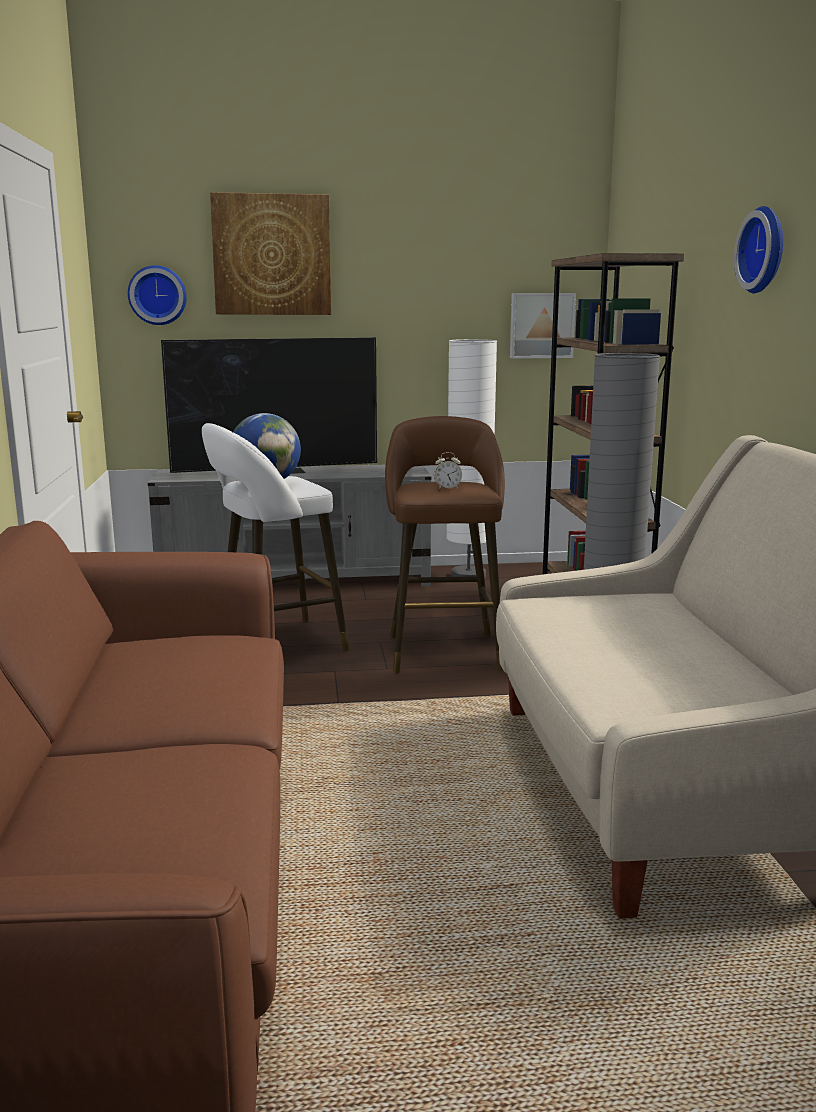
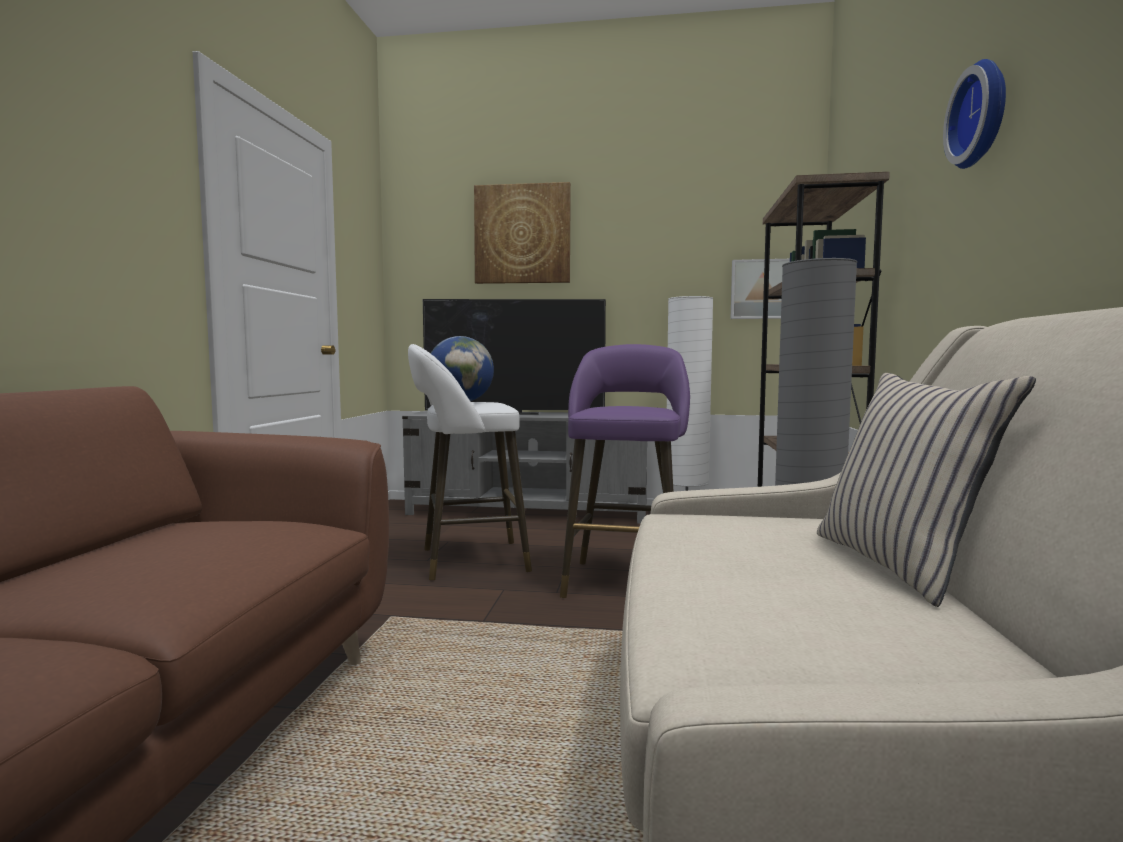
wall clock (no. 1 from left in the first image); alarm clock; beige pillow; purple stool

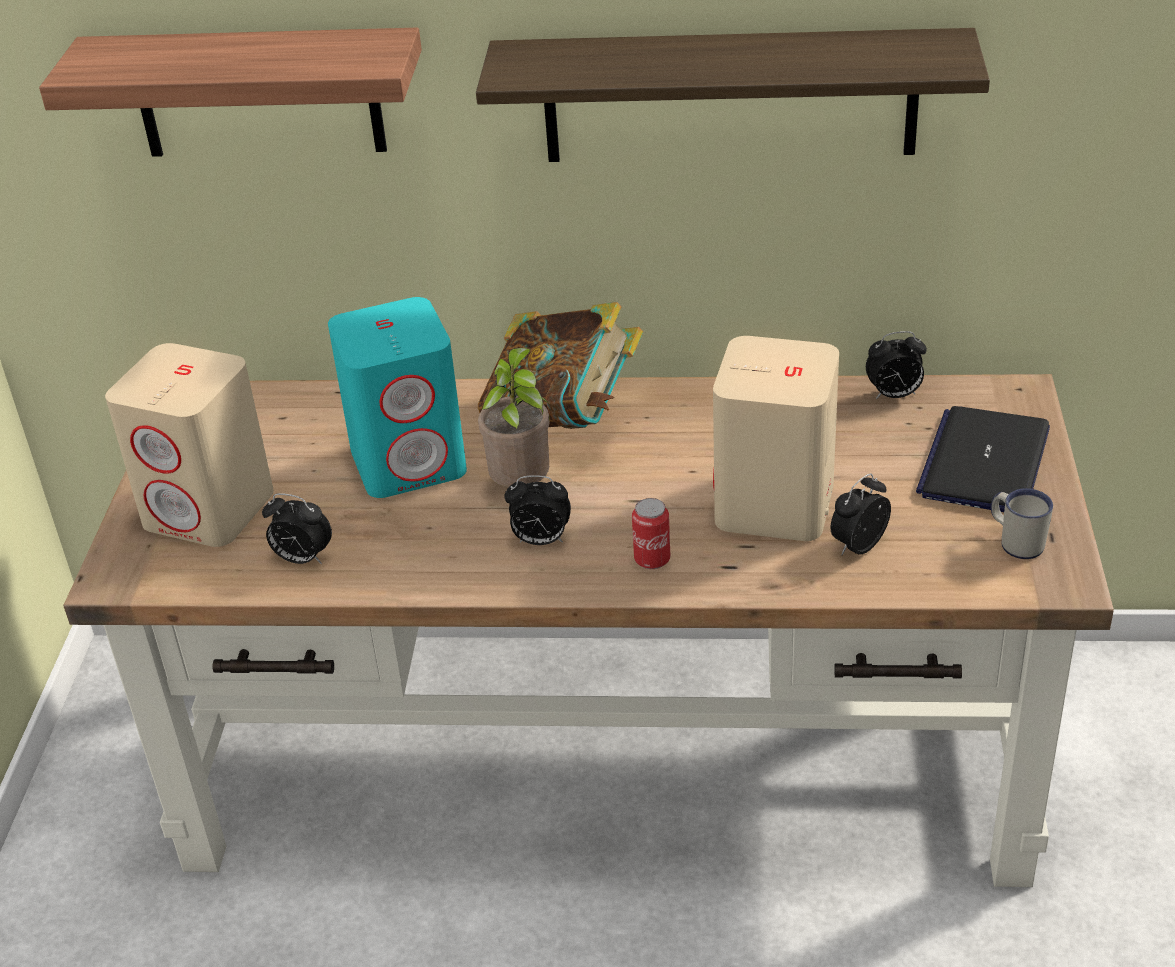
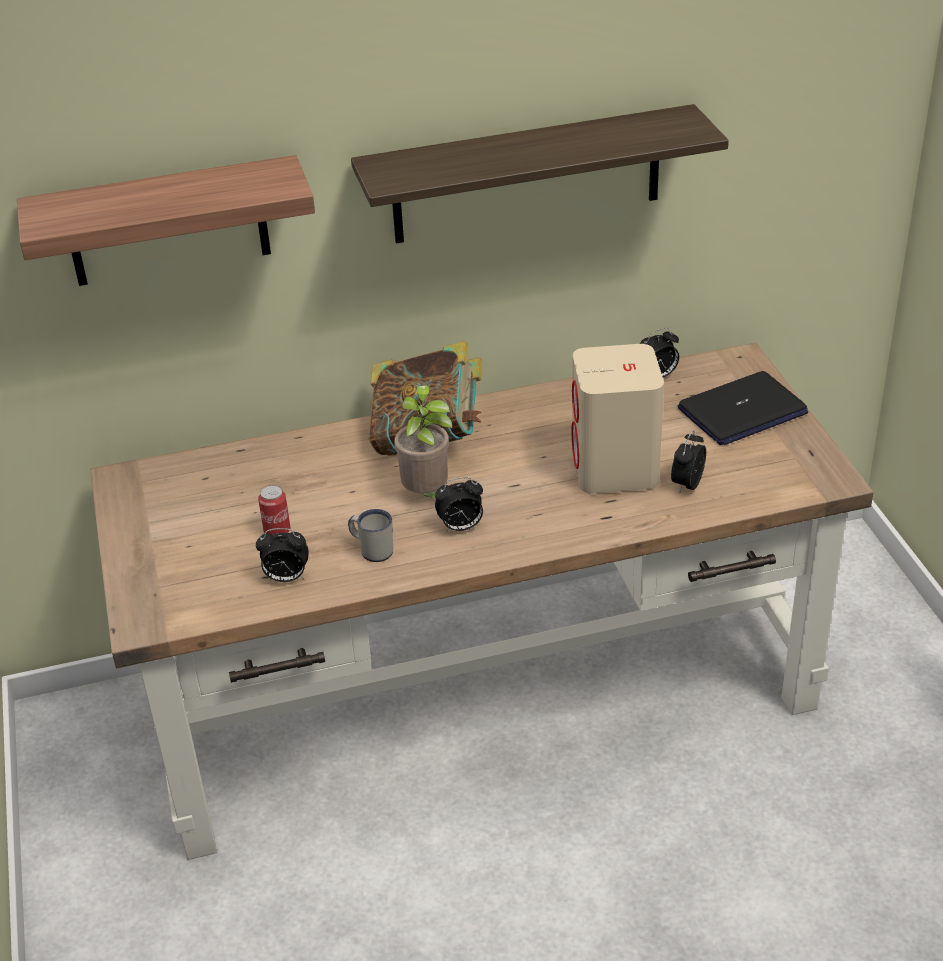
beige speaker (no. 1 from left in the first image); turquoise speaker; can; white mug; laptop

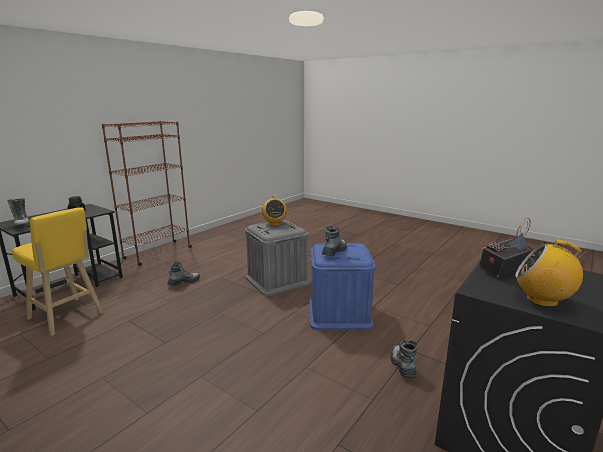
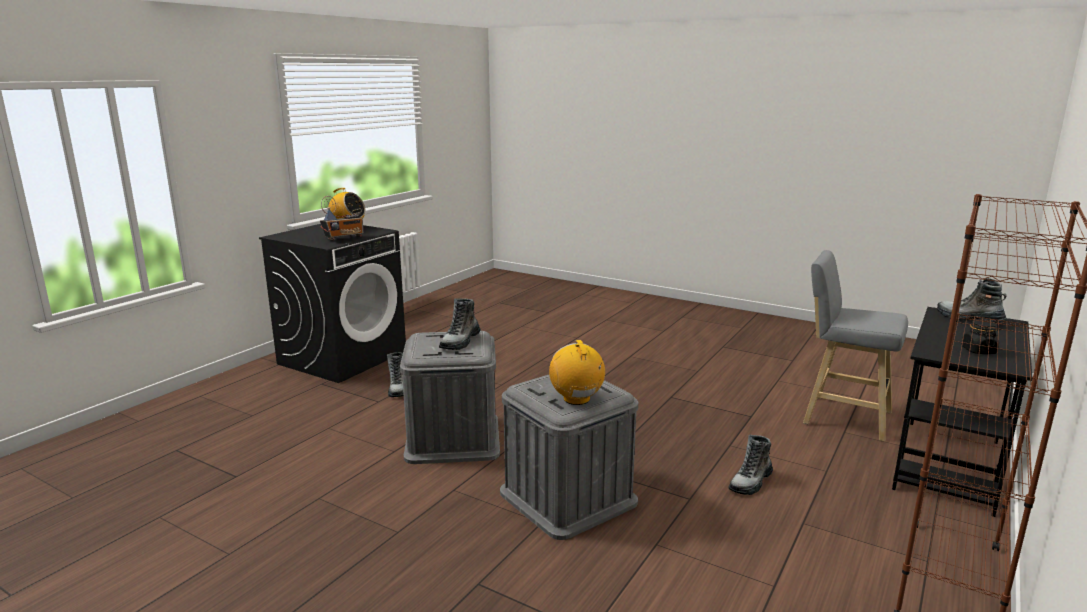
grey stool; grey storage box (no. 1 from left)

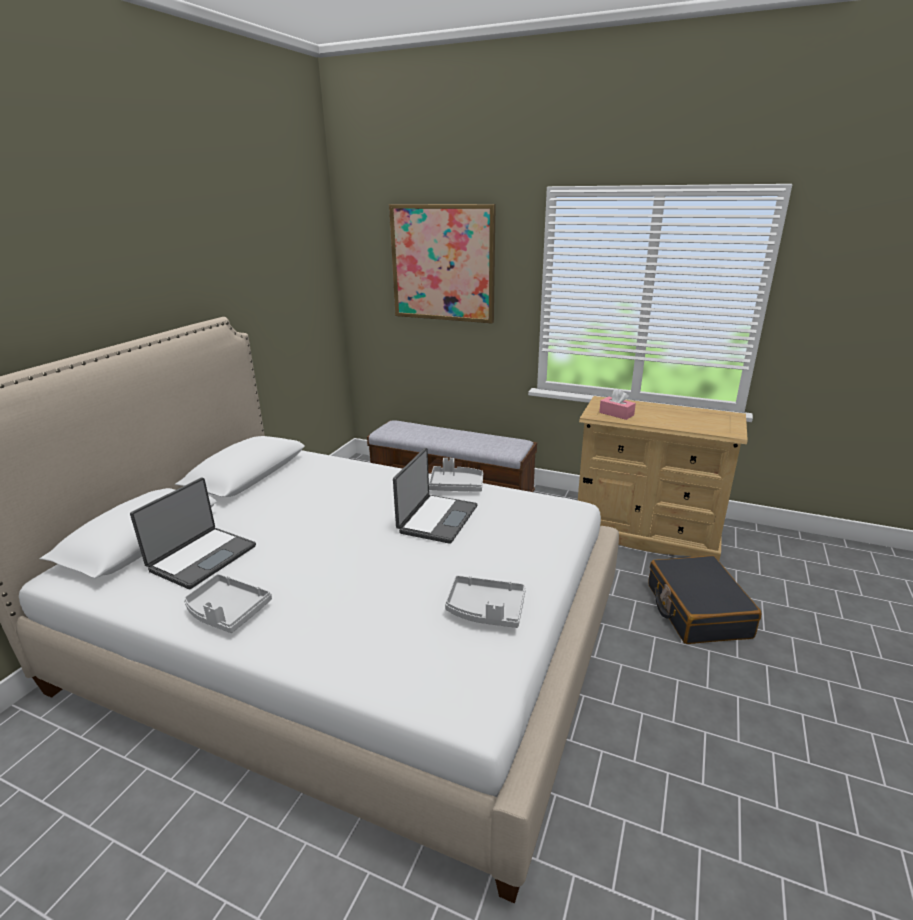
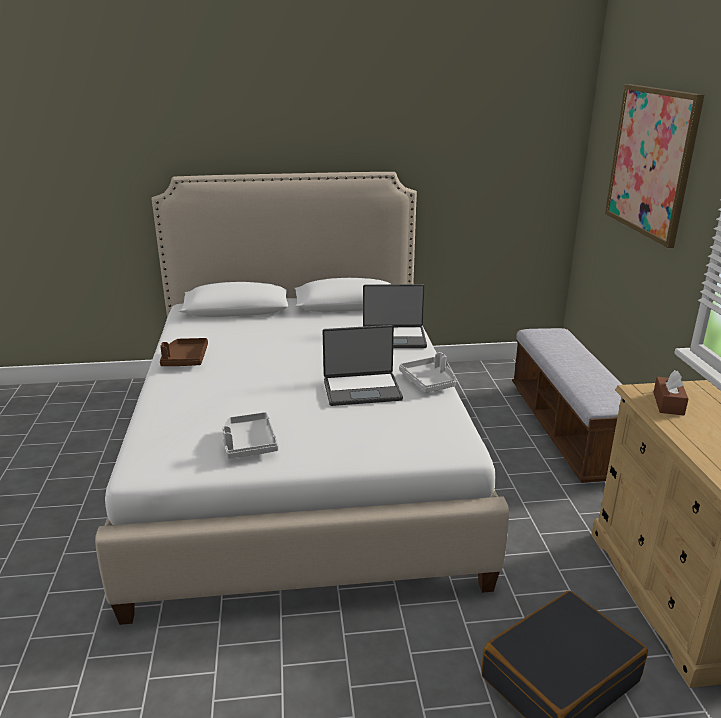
laptop (no. 2 from left); brown tray; brown tissue box

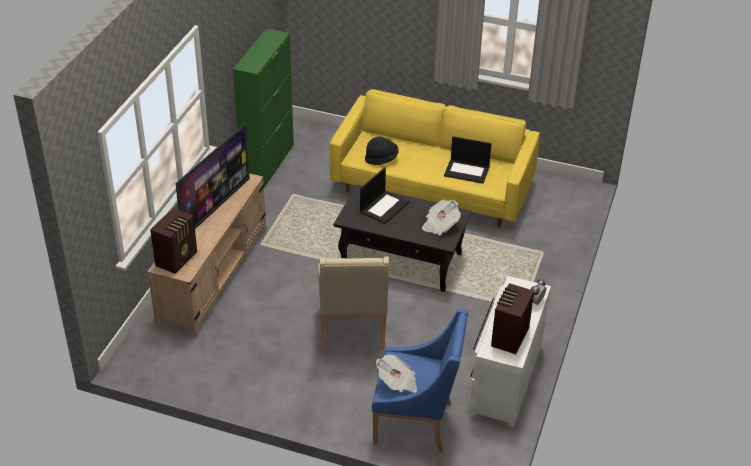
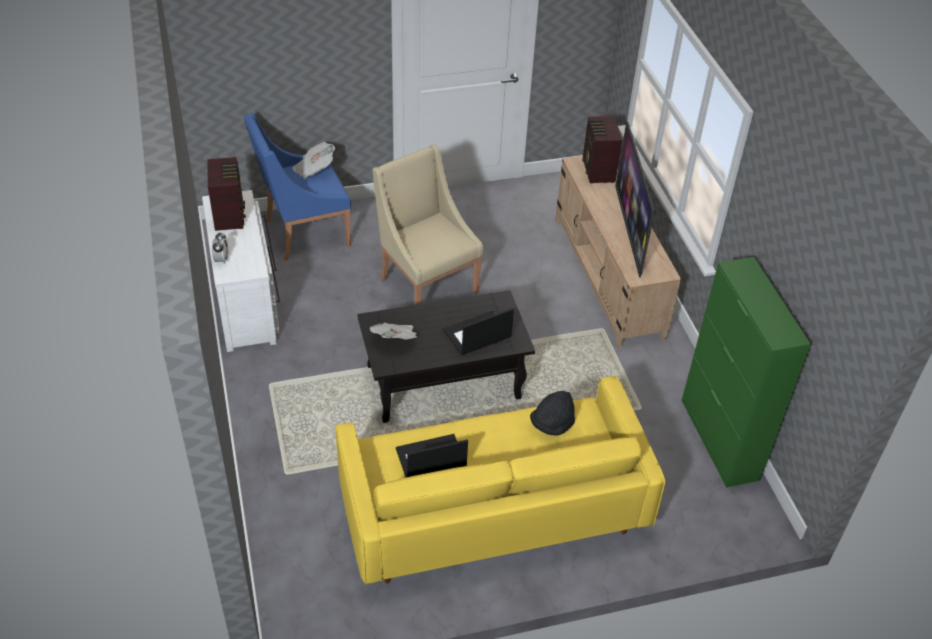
laptop (no. 2 from left)

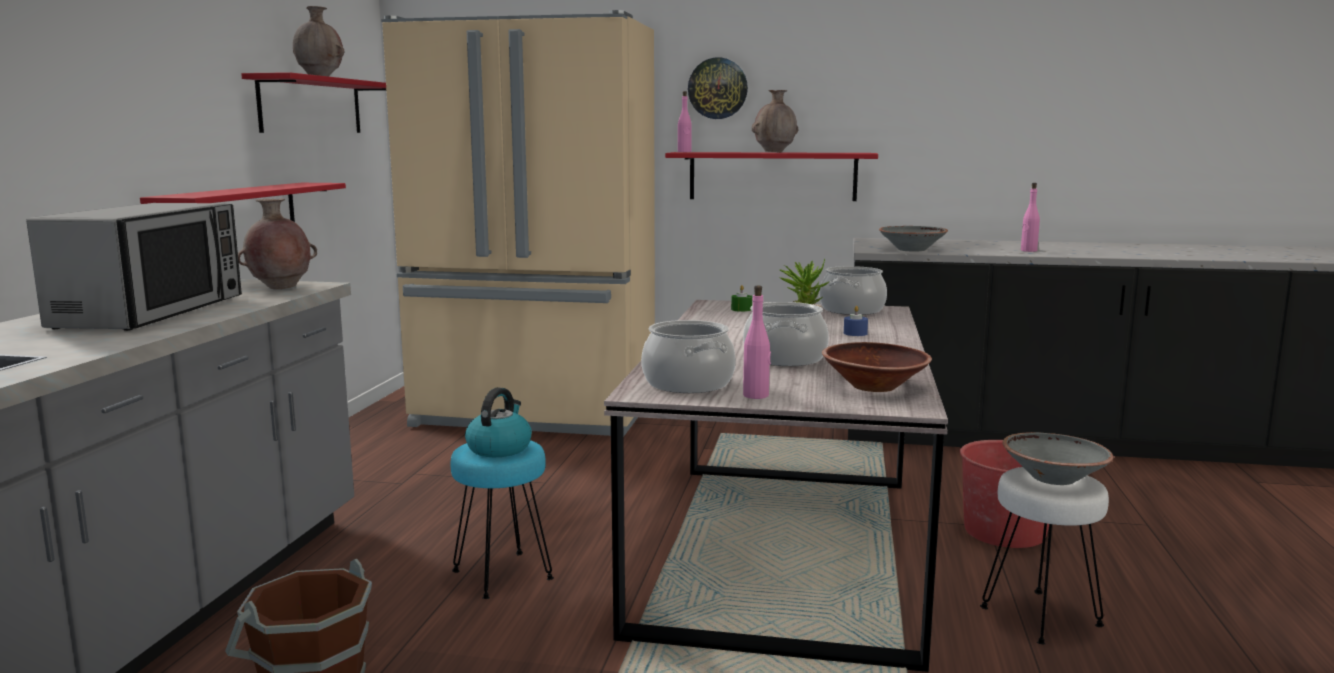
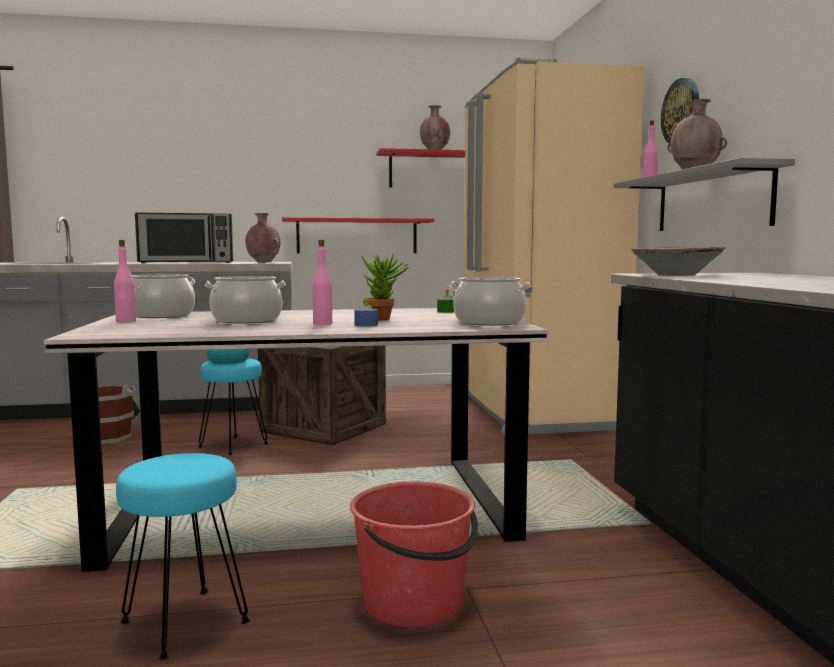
brown bowl; grey bowl (no. 2 from left in the first image); crate; pink bottle (no. 2 from left); grey shelf; turquoise stool (no. 1 from left)

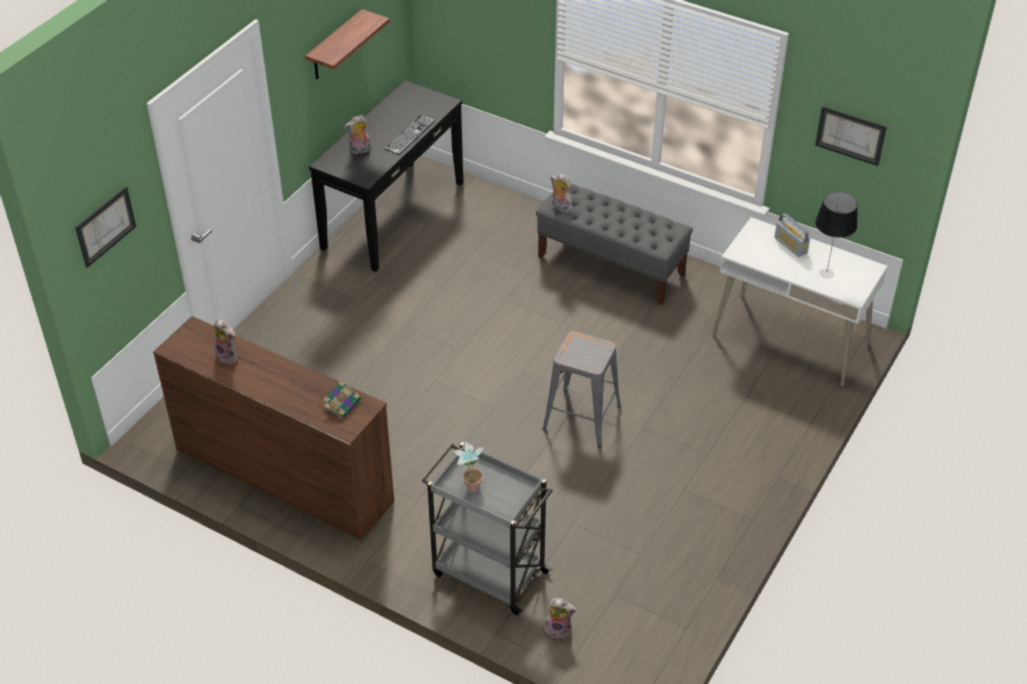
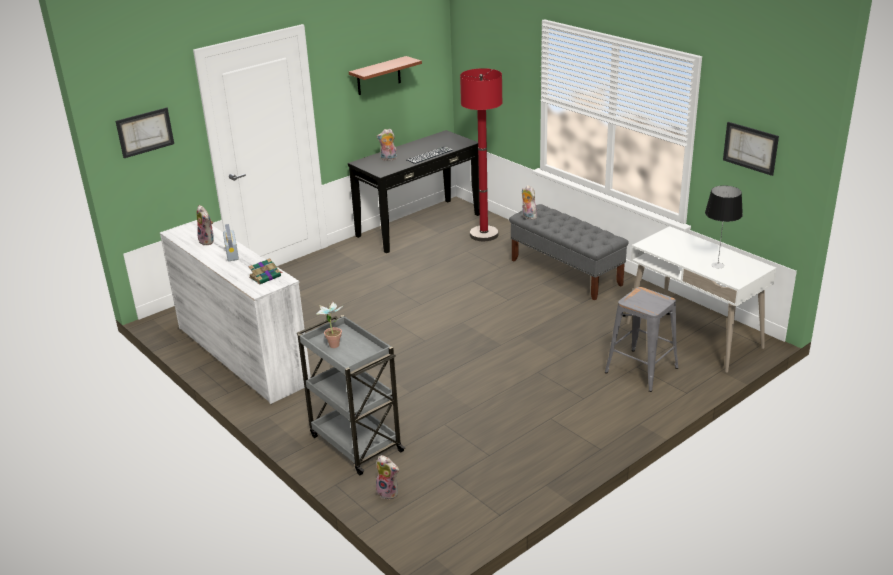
red floor lamp; grey stool; radio; white dresser

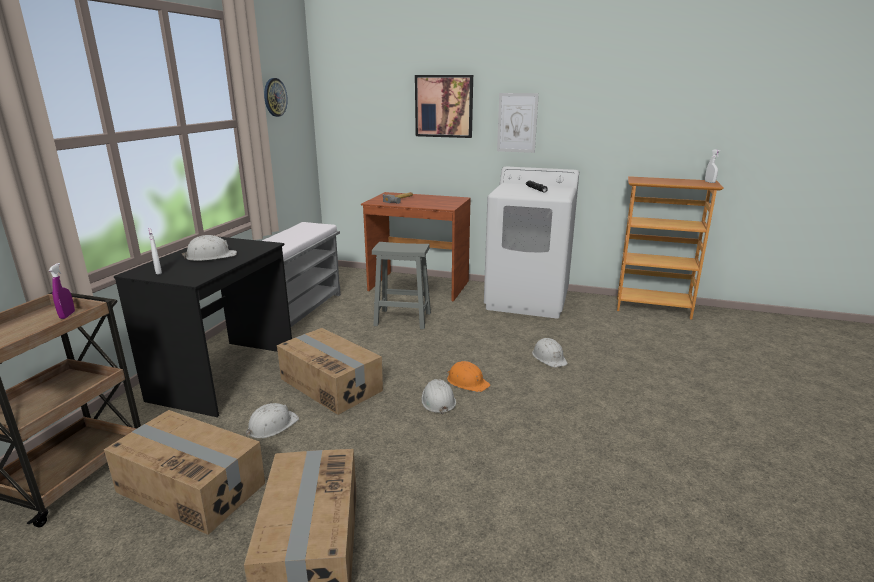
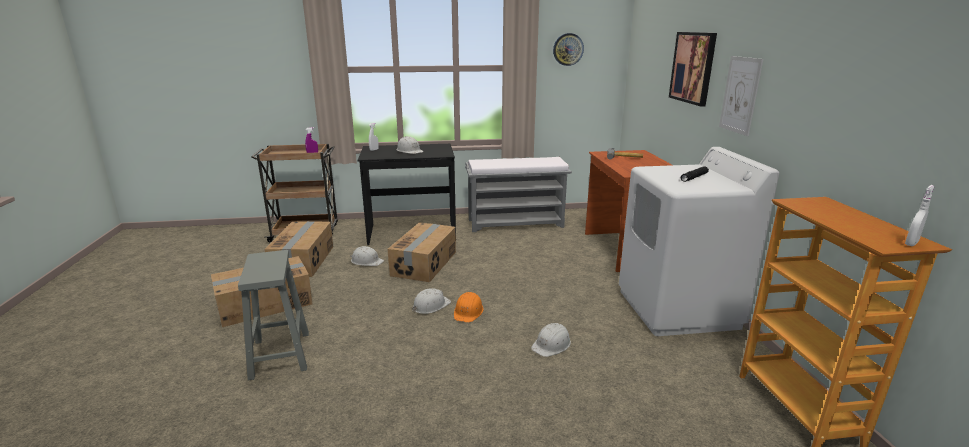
grey stool

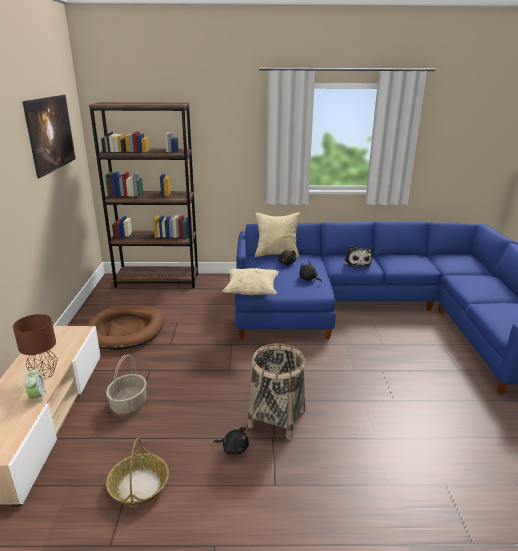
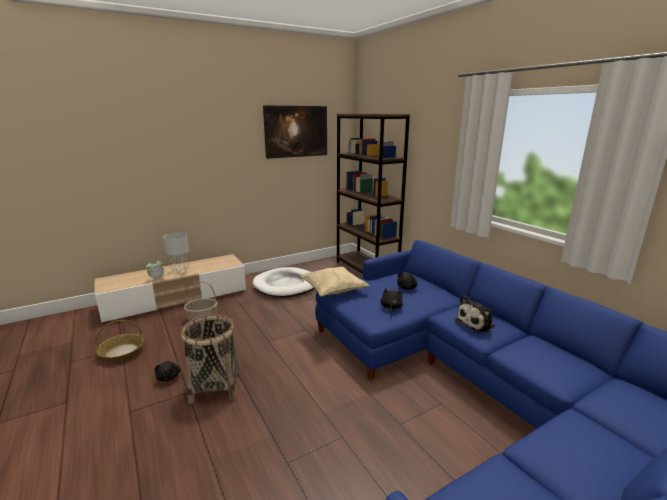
beige pillow (no. 2 from left in the first image); grey table lamp; white dog bed

